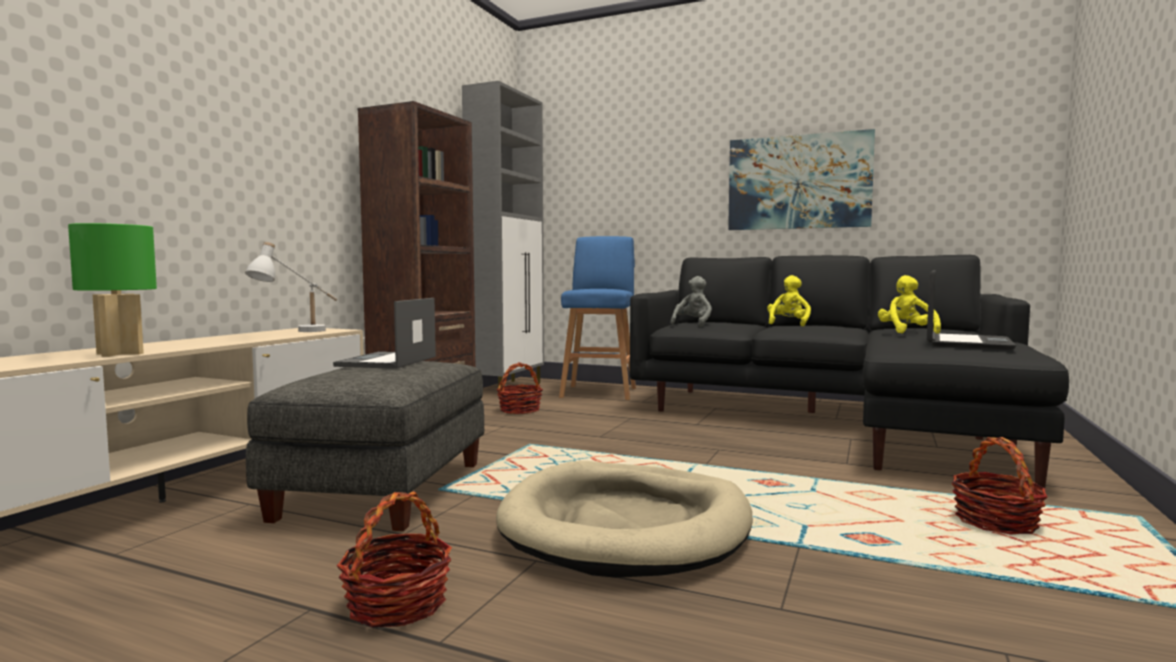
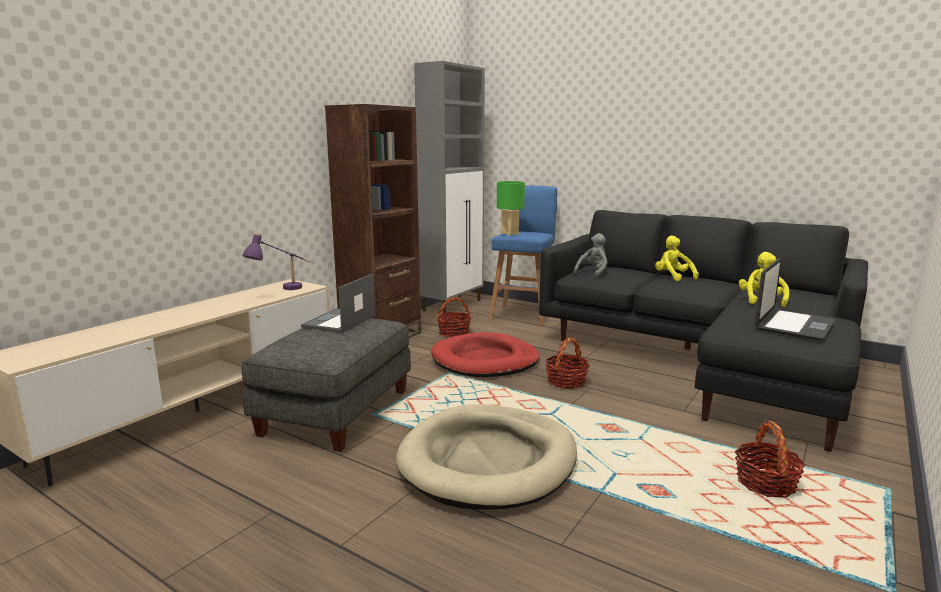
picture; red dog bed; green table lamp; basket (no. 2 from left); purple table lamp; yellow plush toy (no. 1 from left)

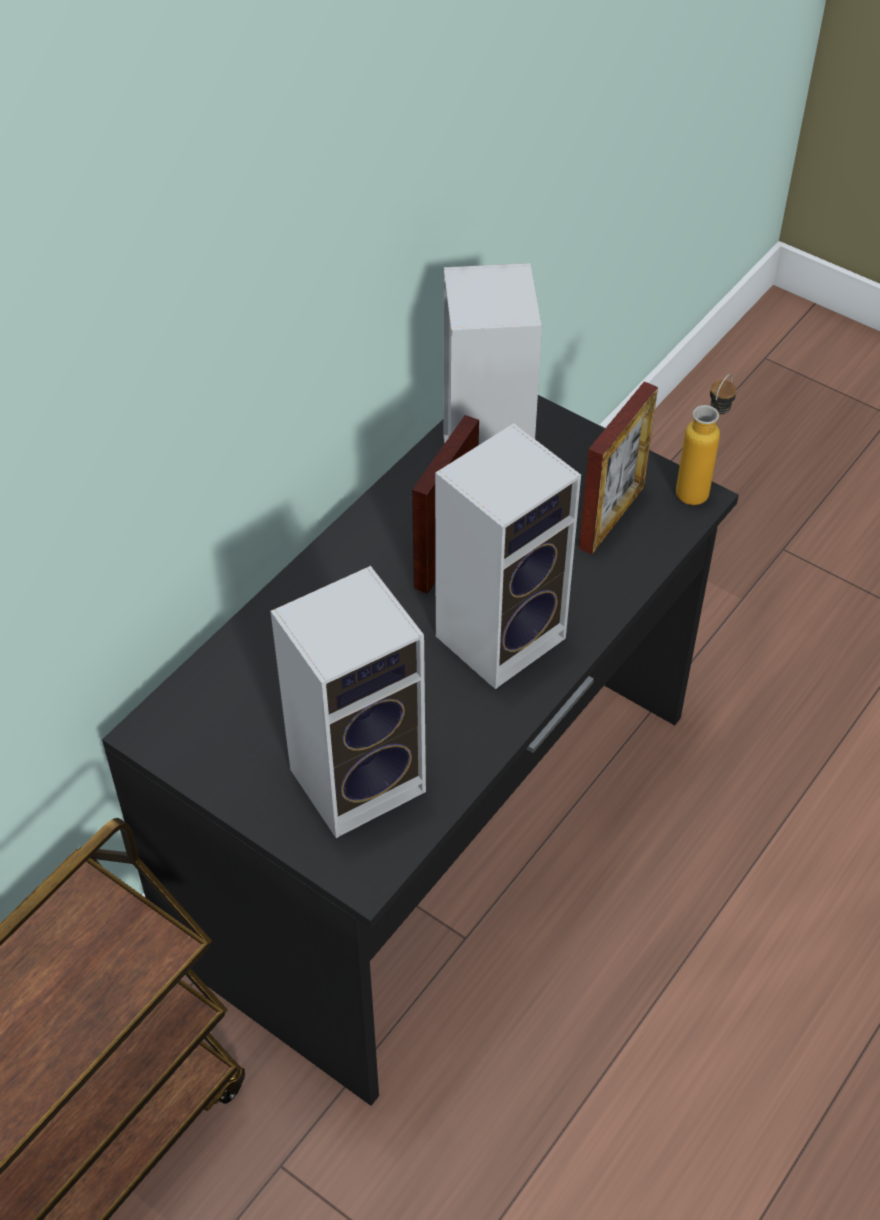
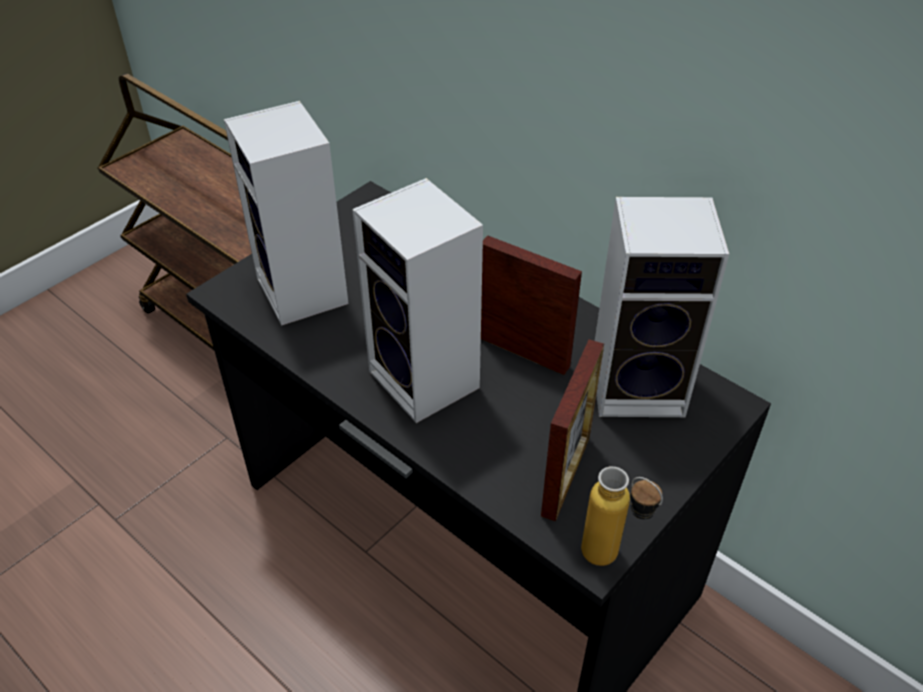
picture frame (no. 2 from left)

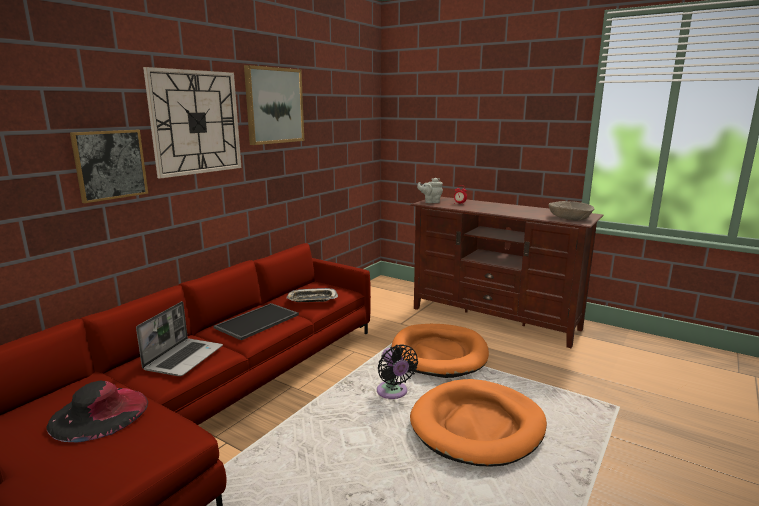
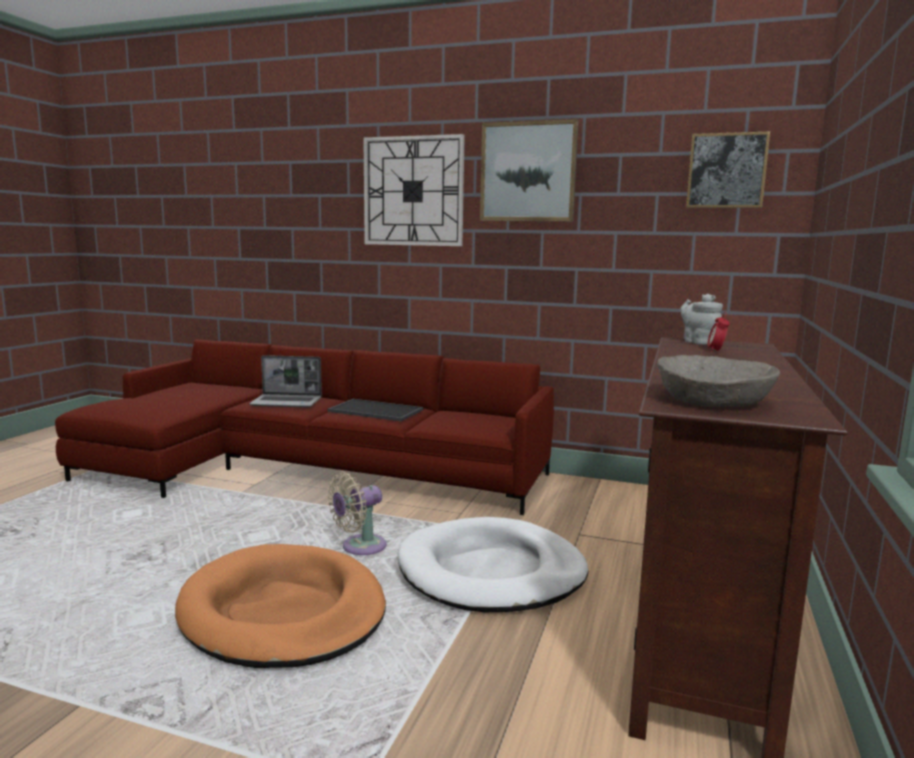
black hat; tray (no. 2 from left in the first image); picture (no. 2 from left); beige fan; white dog bed

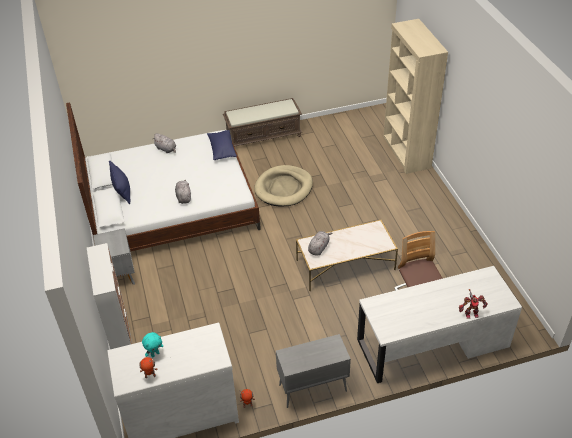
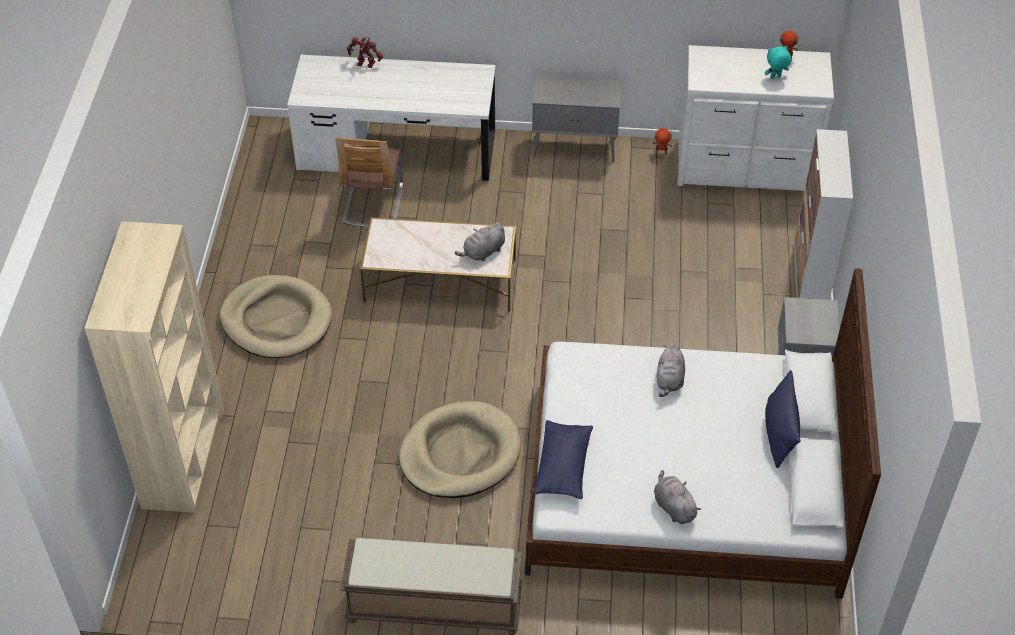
beige dog bed (no. 1 from left)

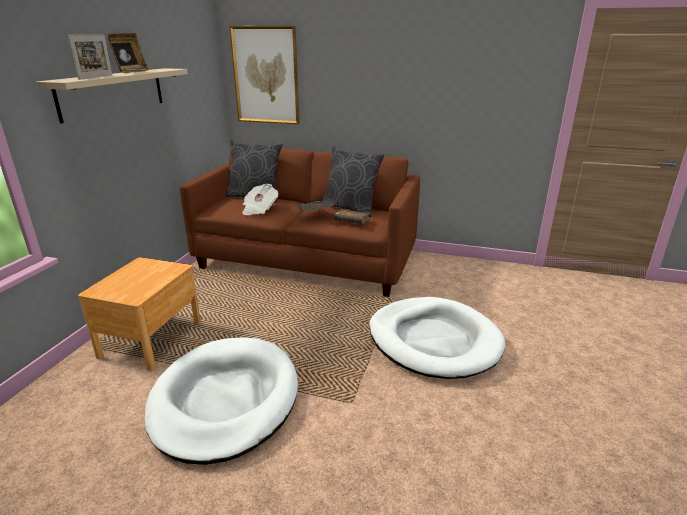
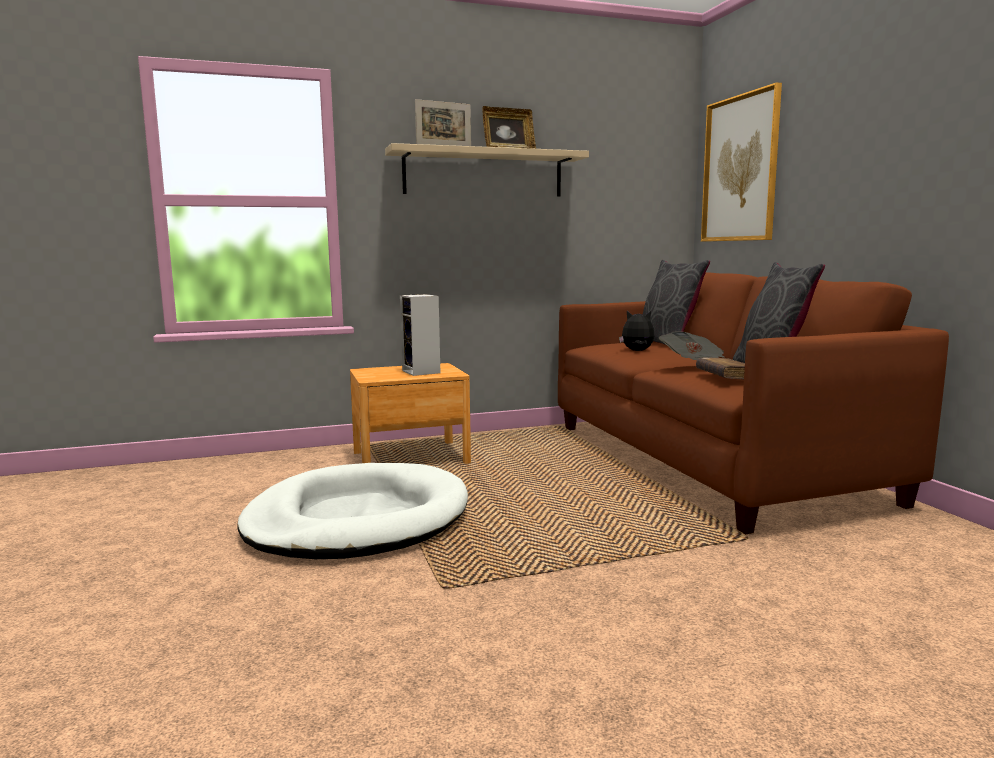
white dog bed (no. 2 from left in the first image); speaker; plush toy

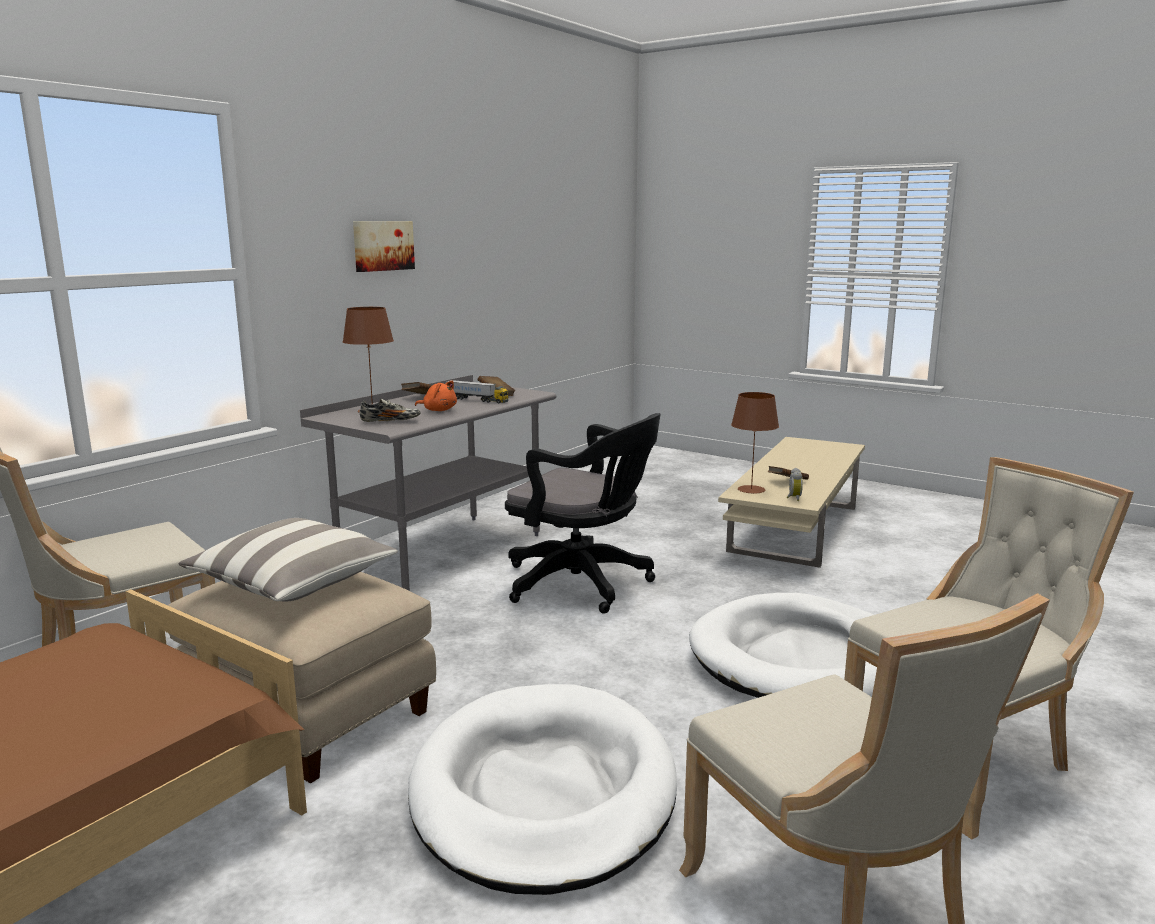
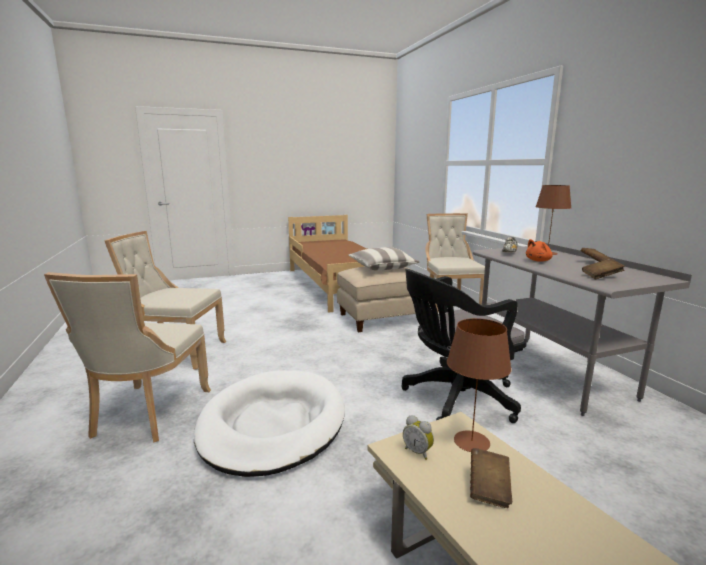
picture; white dog bed (no. 1 from left in the first image); toy truck

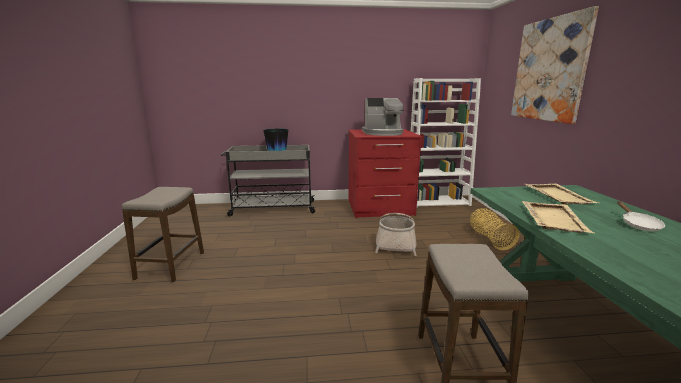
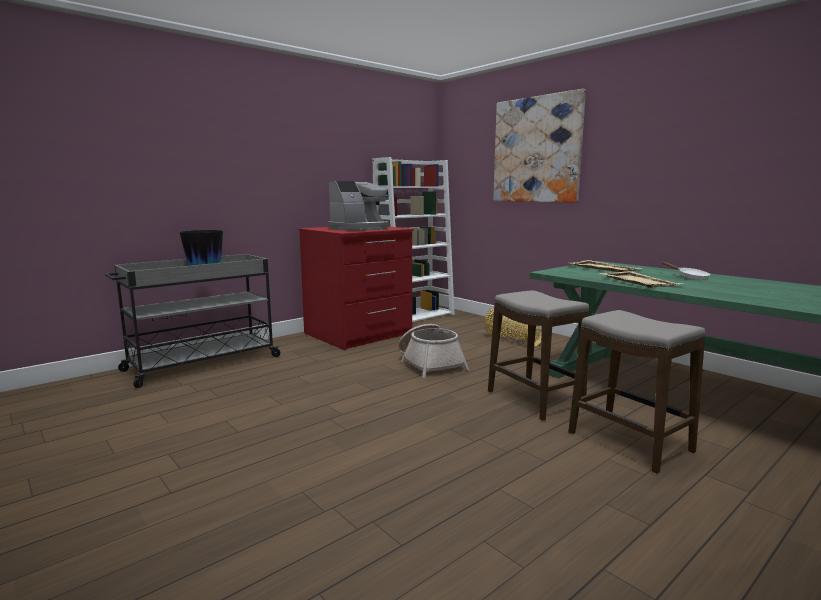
stool (no. 1 from left)

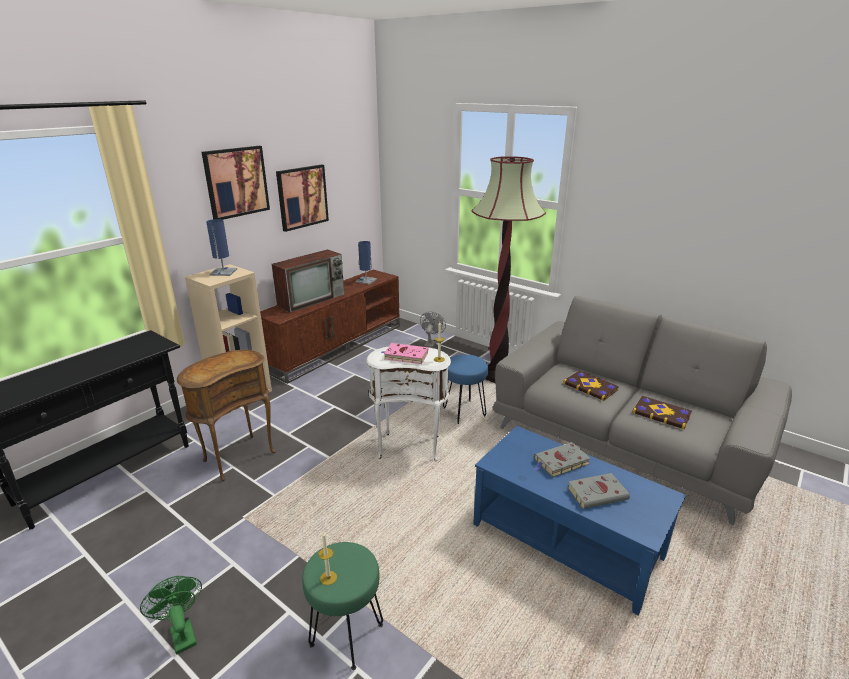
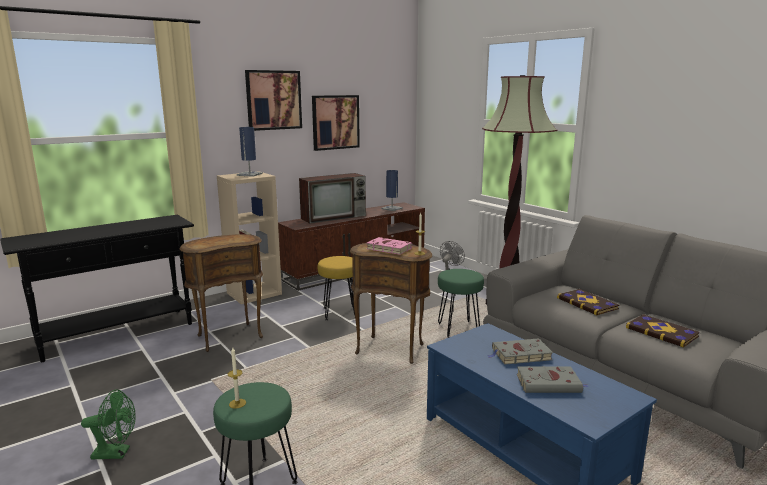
yellow stool; brown side table (no. 2 from left); green stool (no. 2 from left); green fan

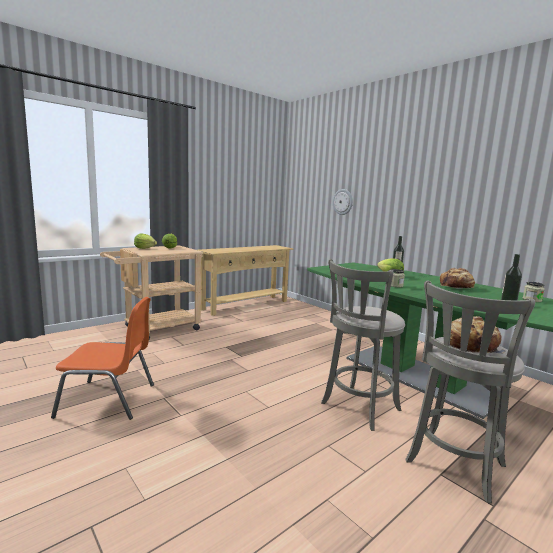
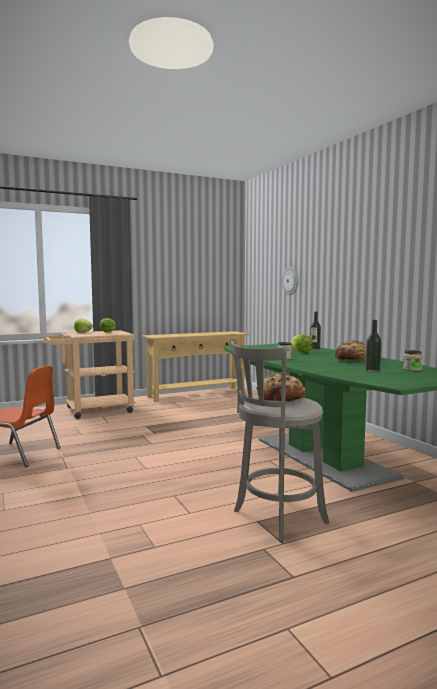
grey stool (no. 1 from left in the first image)

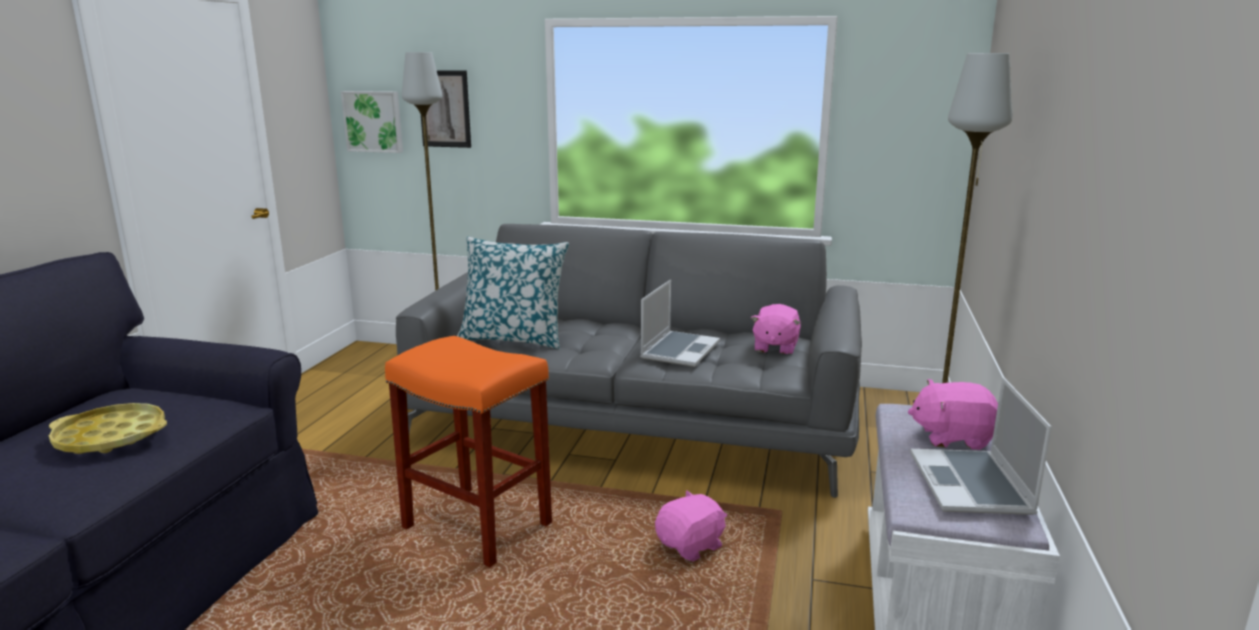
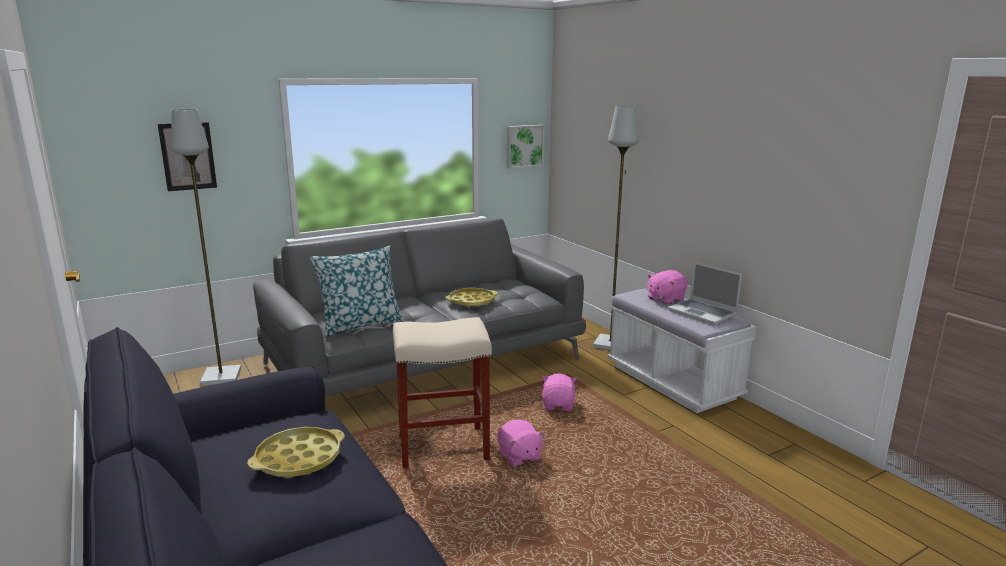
picture (no. 2 from left); pink plush toy (no. 1 from left); yellow tray (no. 2 from left); beige stool

